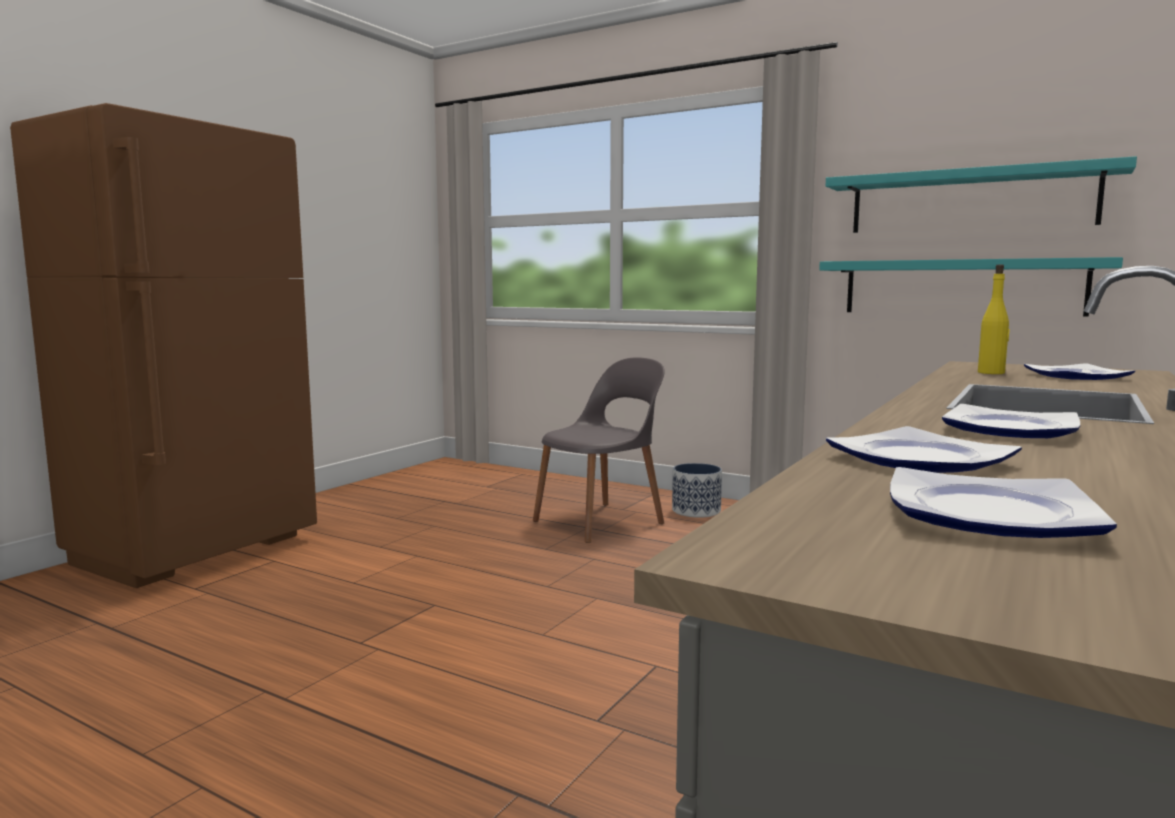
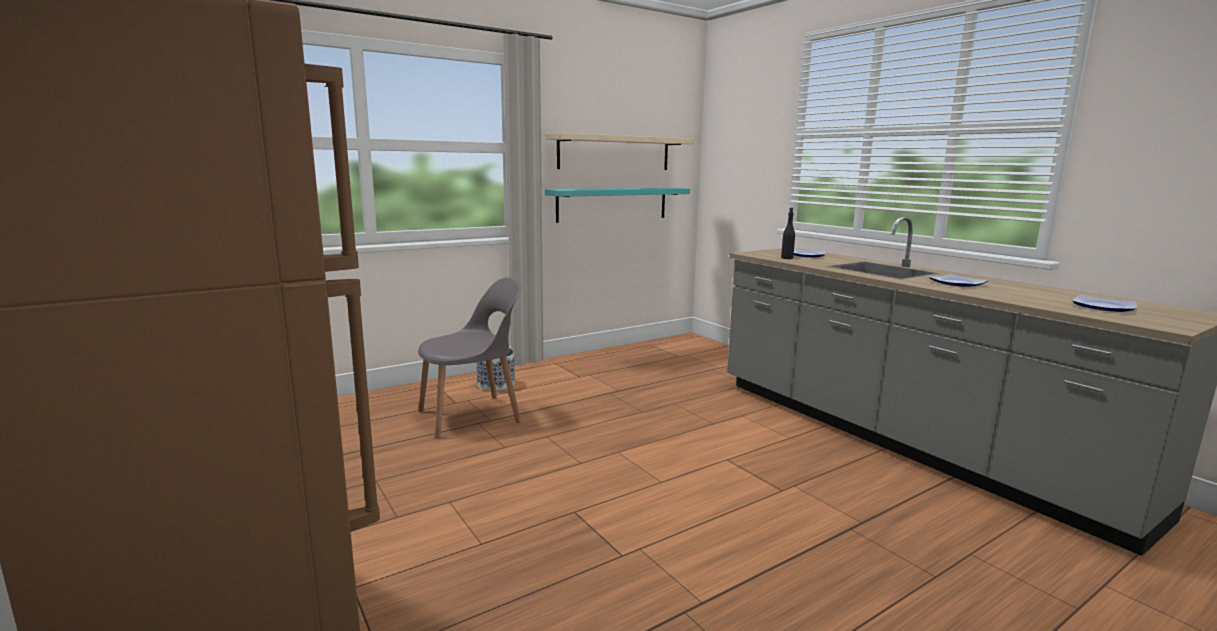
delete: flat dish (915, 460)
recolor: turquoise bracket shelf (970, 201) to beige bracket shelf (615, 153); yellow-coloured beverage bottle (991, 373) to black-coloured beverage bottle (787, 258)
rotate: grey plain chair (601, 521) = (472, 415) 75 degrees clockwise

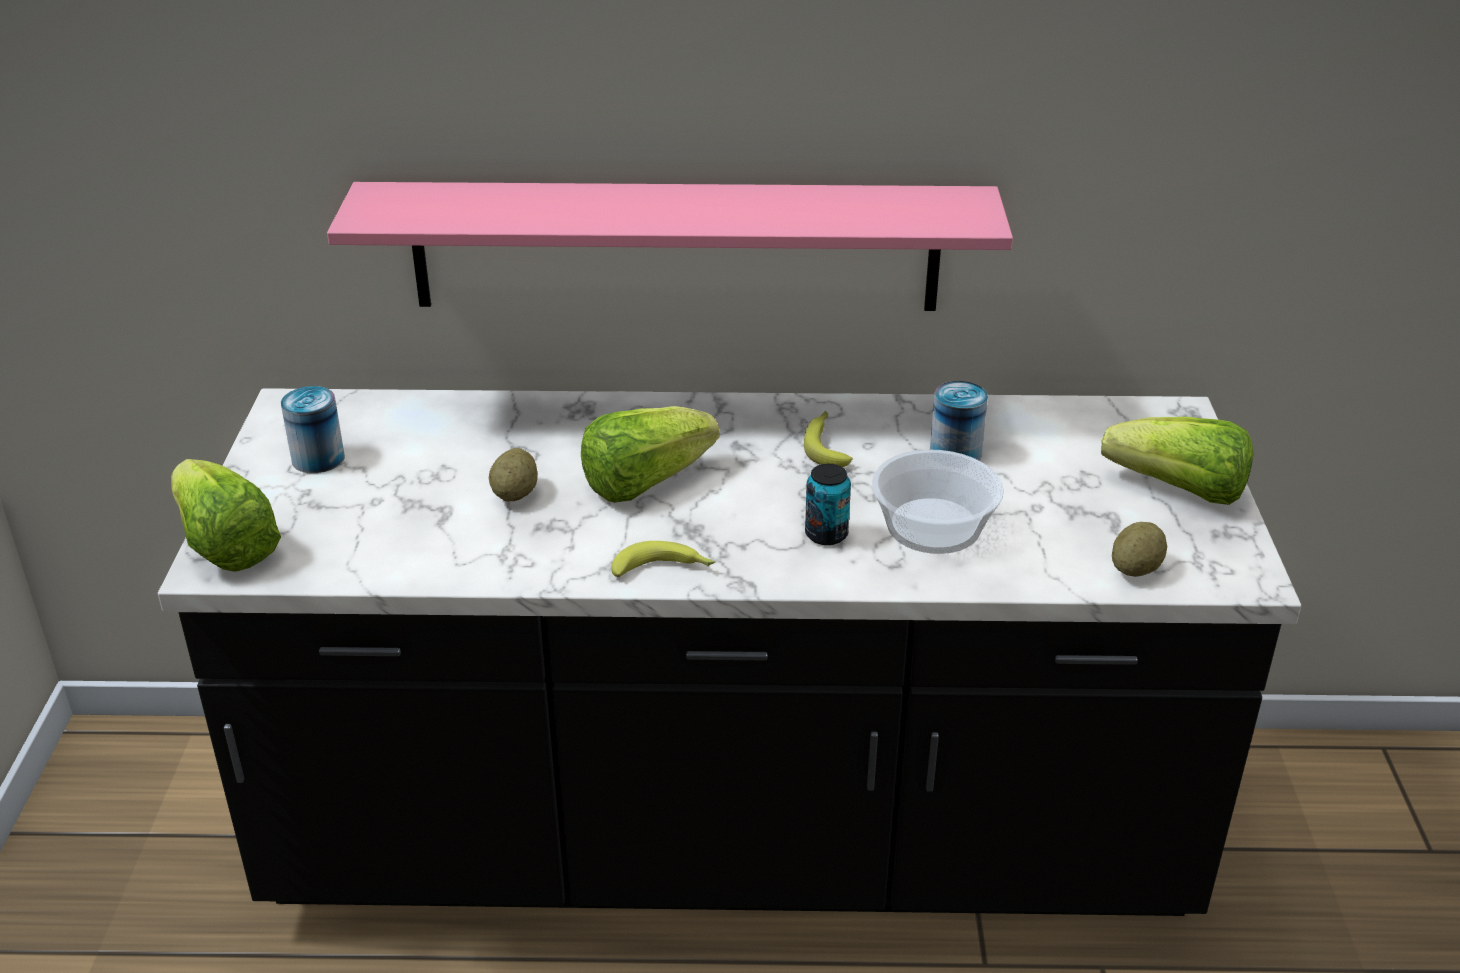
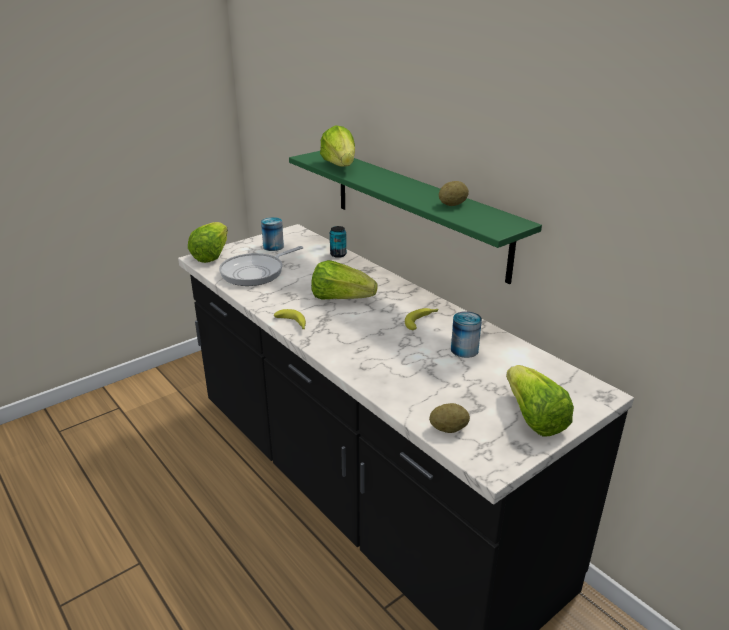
delete: deep dish (935, 525)
insert: pan (256, 272); head of lettuce (340, 166)
move: whole potato (515, 494) to (452, 205); can (826, 534) to (338, 254)
recolor: pink-coloured bracket shelf (675, 246) to green bracket shelf (417, 211)

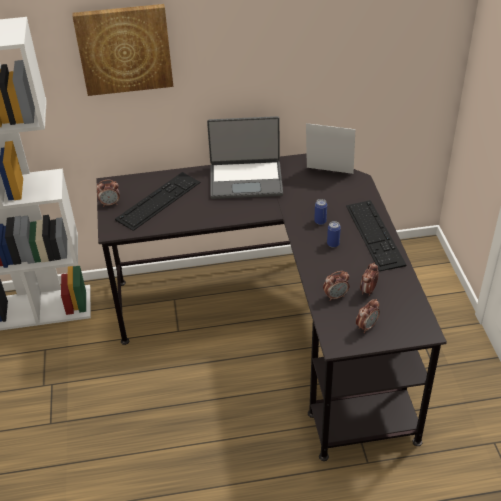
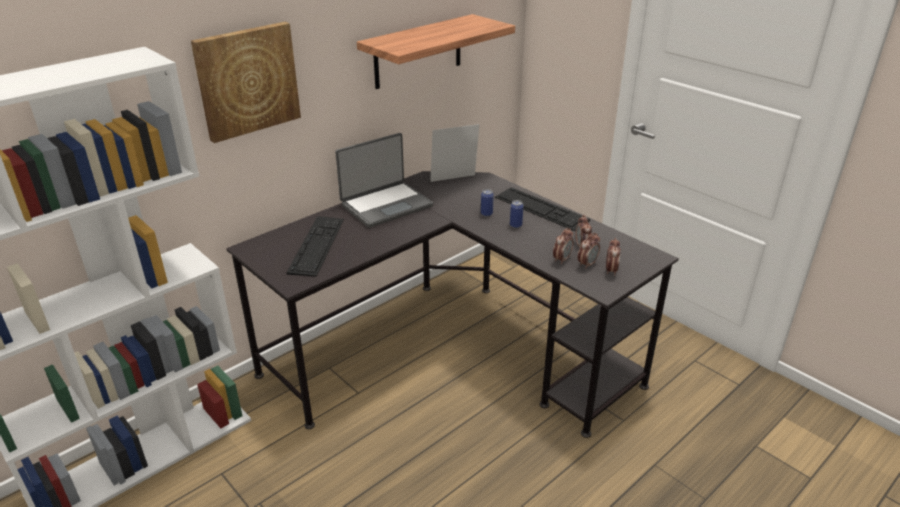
insert: bracket shelf (418, 52)
move: table clock (110, 204) to (587, 264)

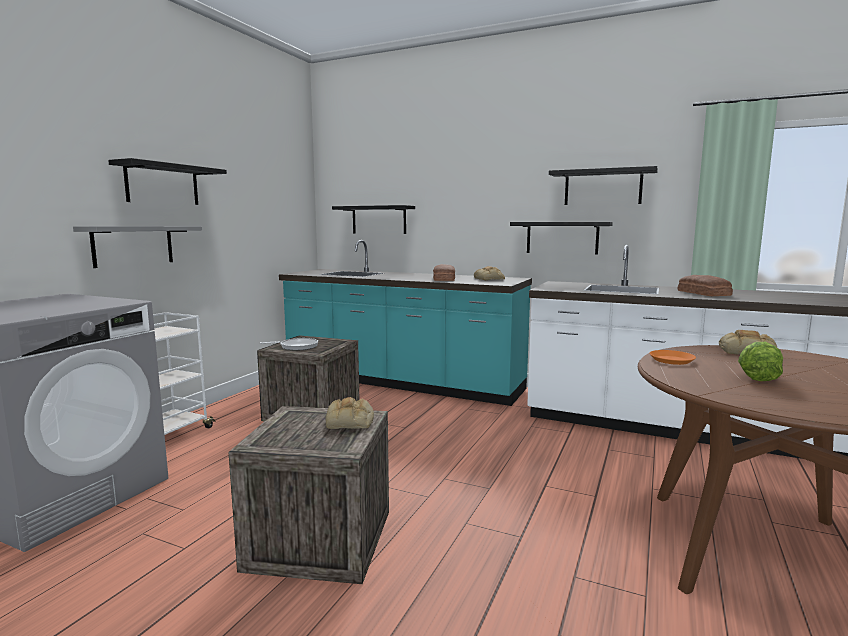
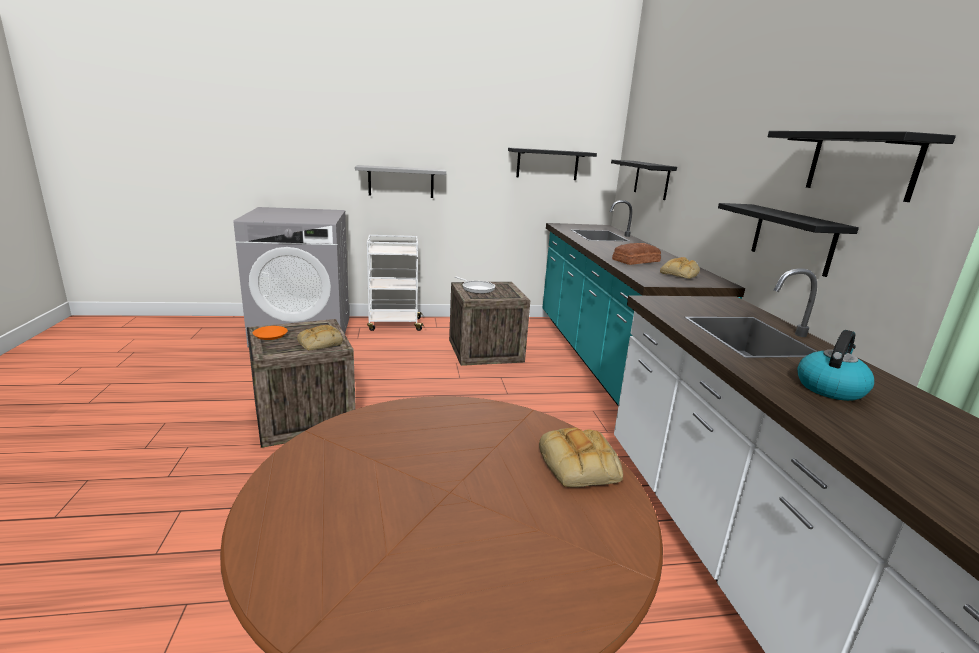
delete: head of lettuce (757, 376)
move: black-coloured bracket shelf (162, 184) to (547, 164); orangey flat dish (672, 360) to (270, 335)
replace: bakery bread (703, 293) to tea kettle (830, 388)

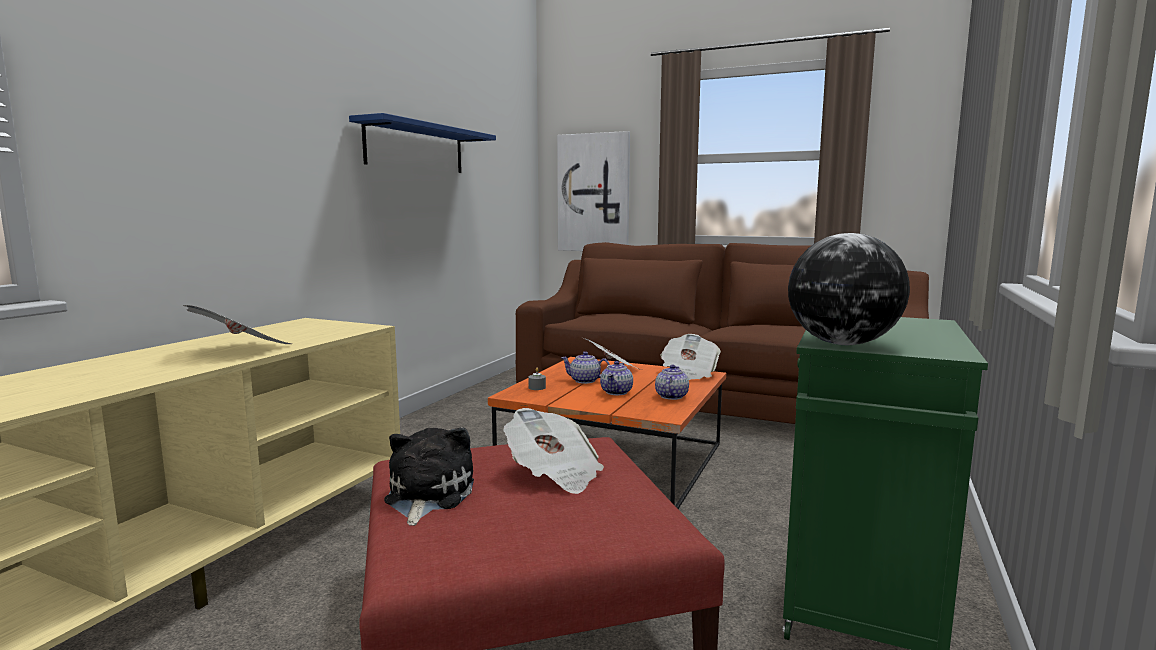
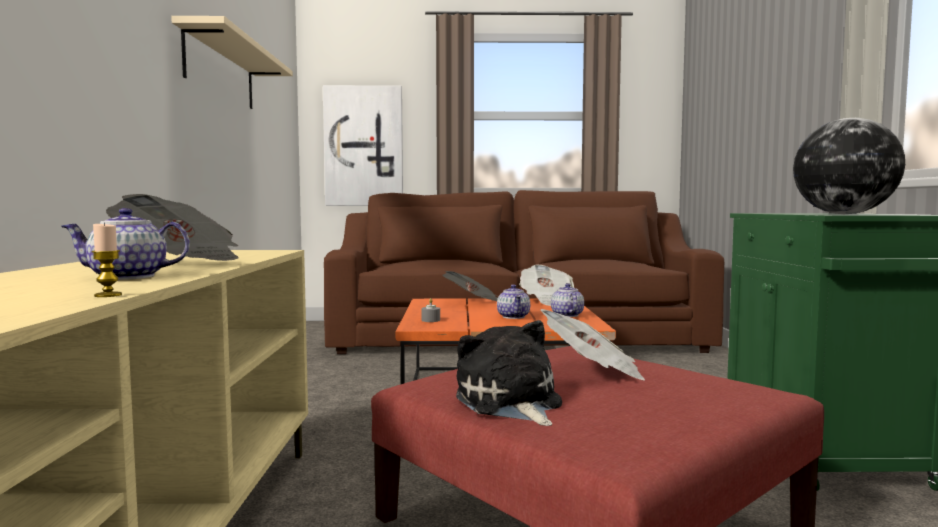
insert: wax candle (108, 295)
move: tea pot (585, 381) to (129, 277)
recolor: bluish bracket shelf (416, 148) to beige bracket shelf (220, 71)

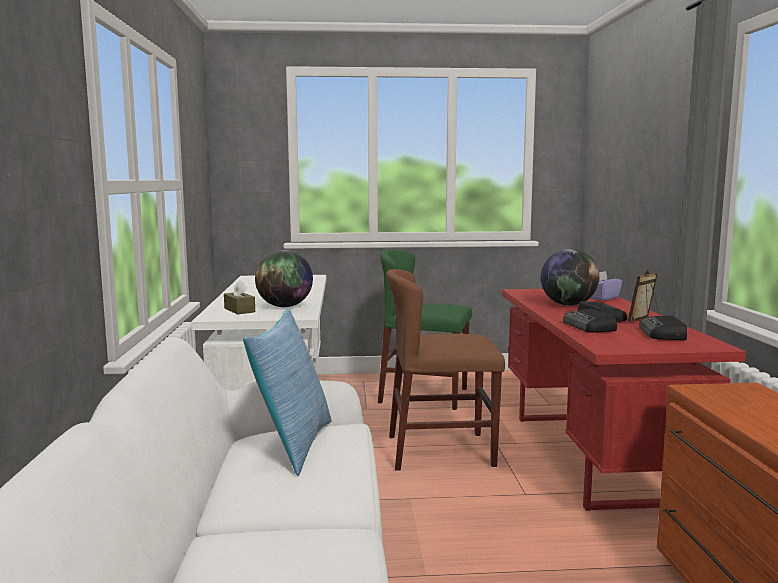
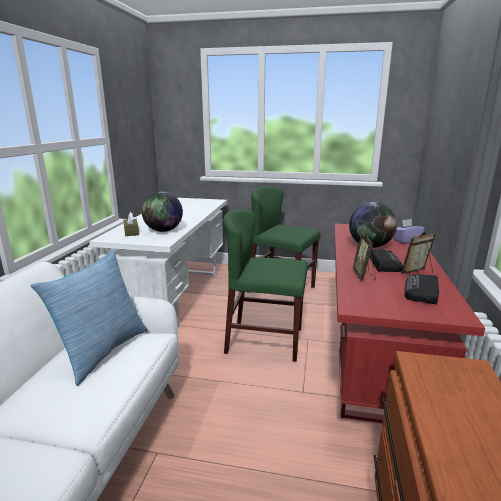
replace: radio receiver (589, 327) to picture frame (363, 276)
recolor: brownish plain chair (440, 451) to green plain chair (264, 340)

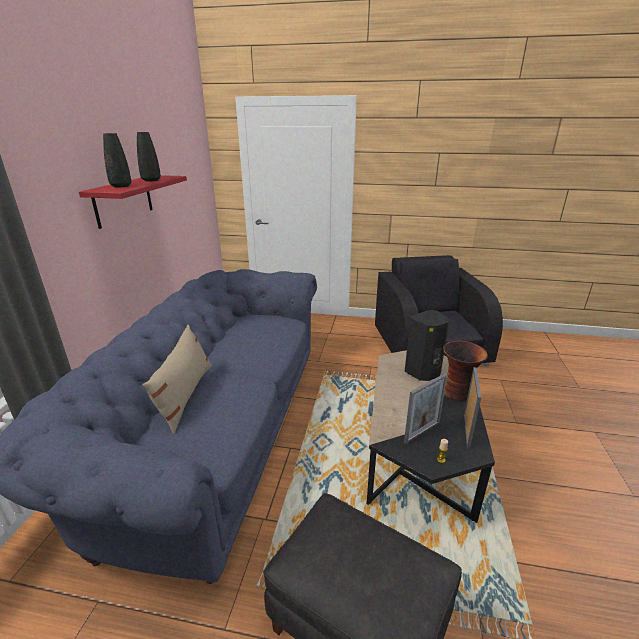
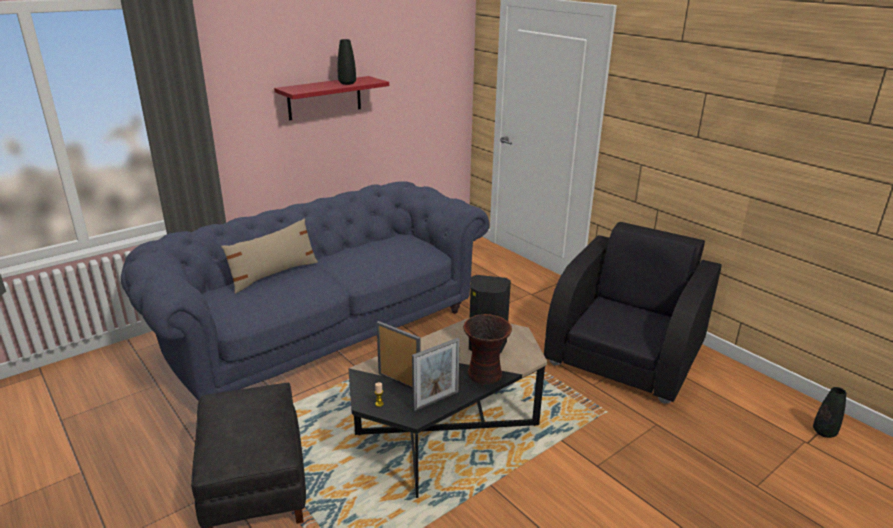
move: black-coloured decorative vase (121, 186) to (824, 432)
rotate: picture frame (422, 432) = (399, 382) 150 degrees counterclockwise

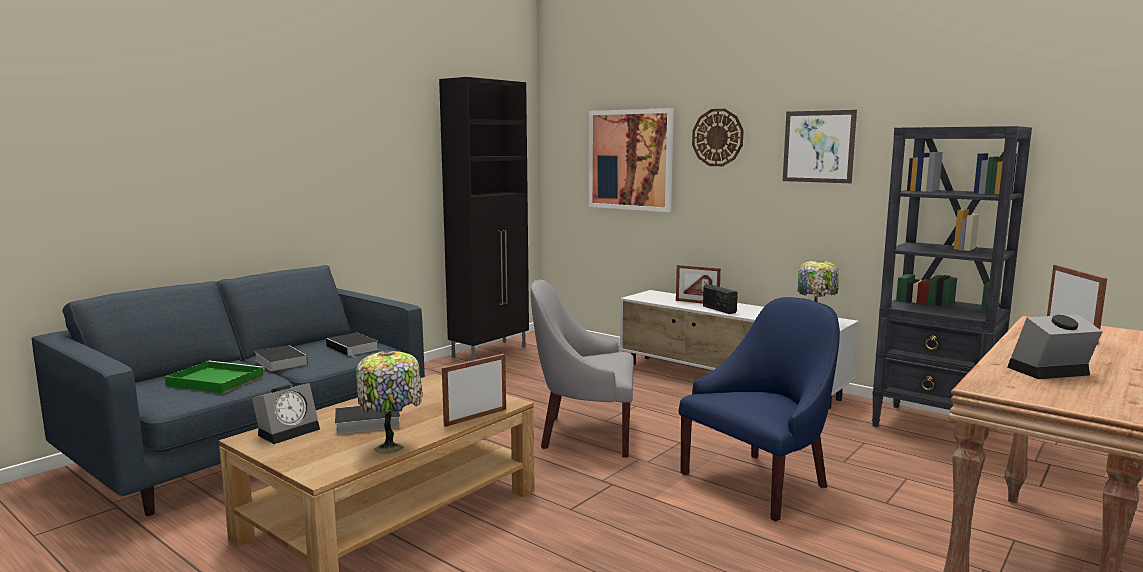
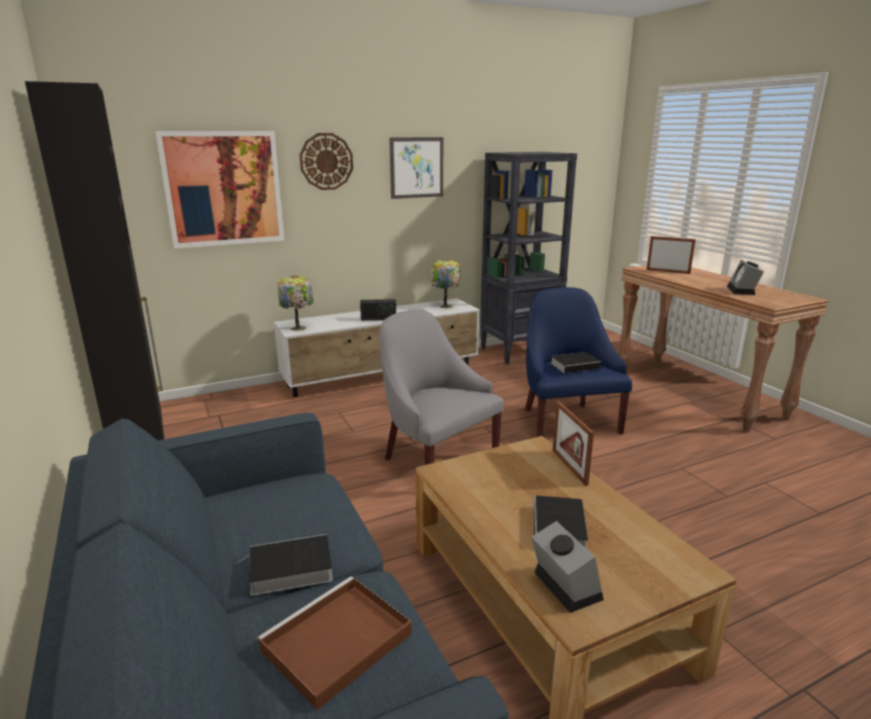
delete: picture frame (697, 302)
move: volume (353, 348) to (576, 365); lamp for a table (391, 447) to (299, 328)
recolor: green serving tray (214, 380) to brownish serving tray (335, 644)
rotate: grey lounge chair (585, 434) = (436, 458) 105 degrees clockwise

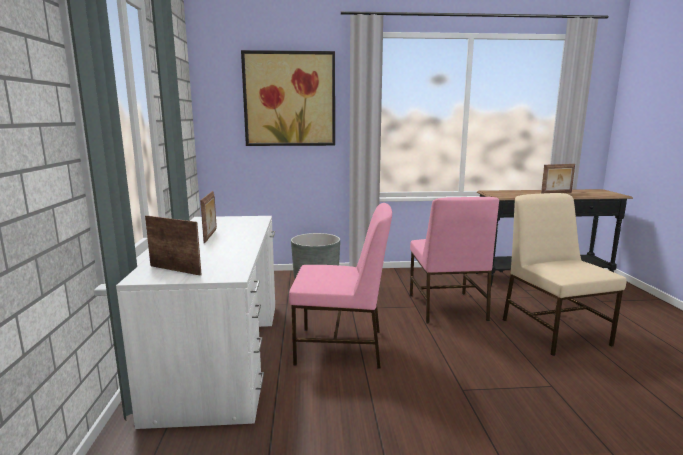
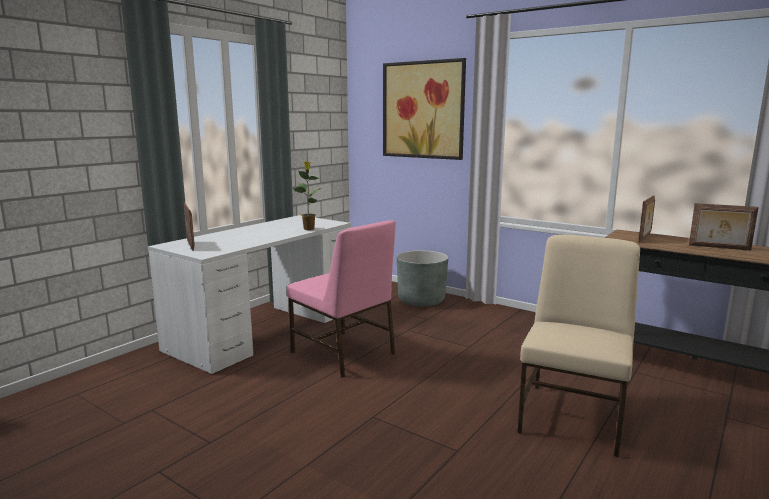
delete: pink-coloured plain chair (446, 308)
insert: plant in a pot (309, 228)
move: picture frame (211, 236) to (645, 238)

